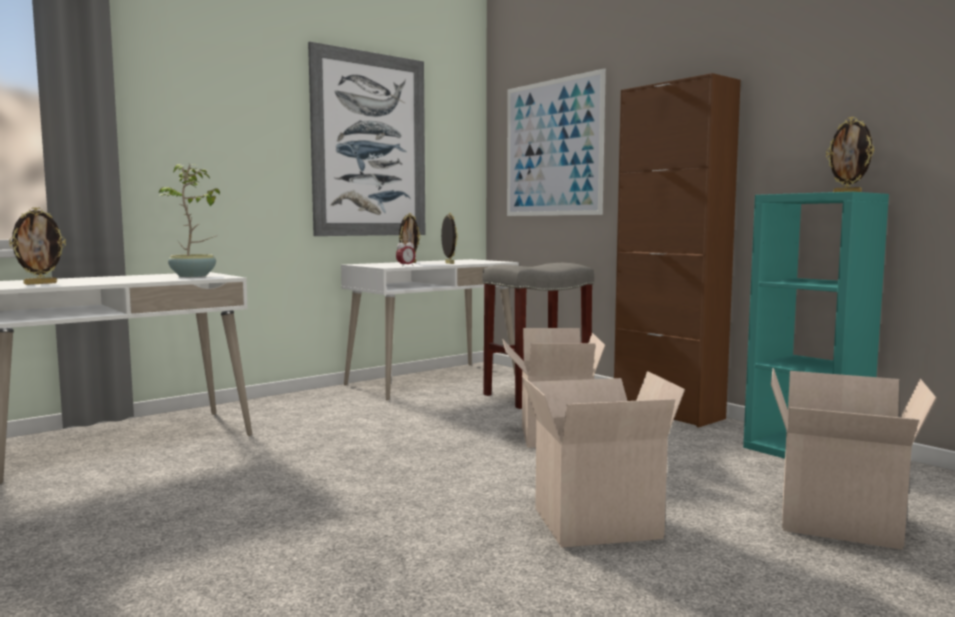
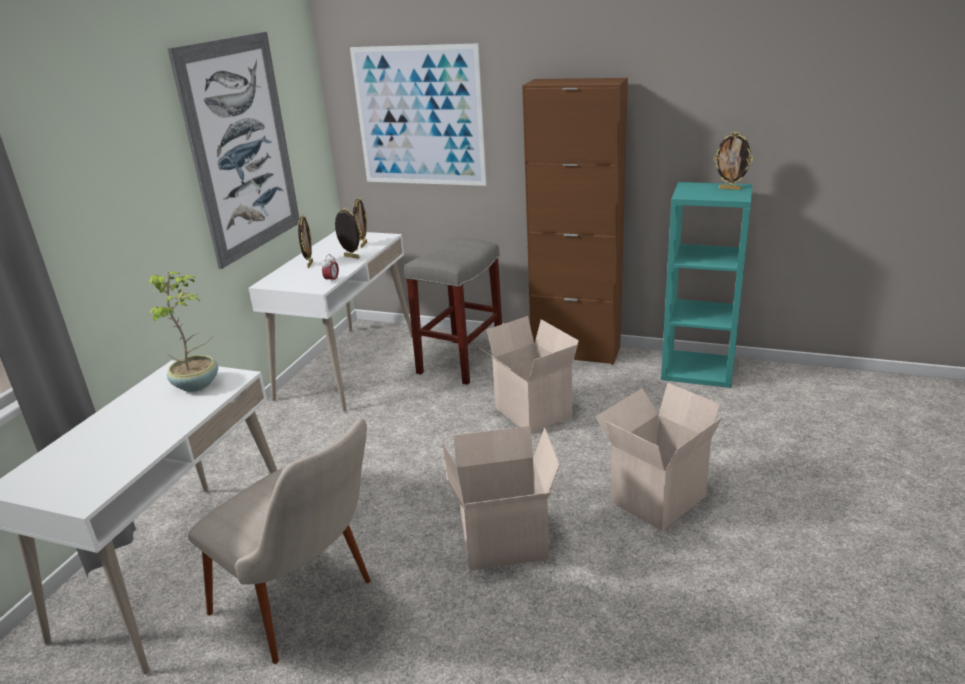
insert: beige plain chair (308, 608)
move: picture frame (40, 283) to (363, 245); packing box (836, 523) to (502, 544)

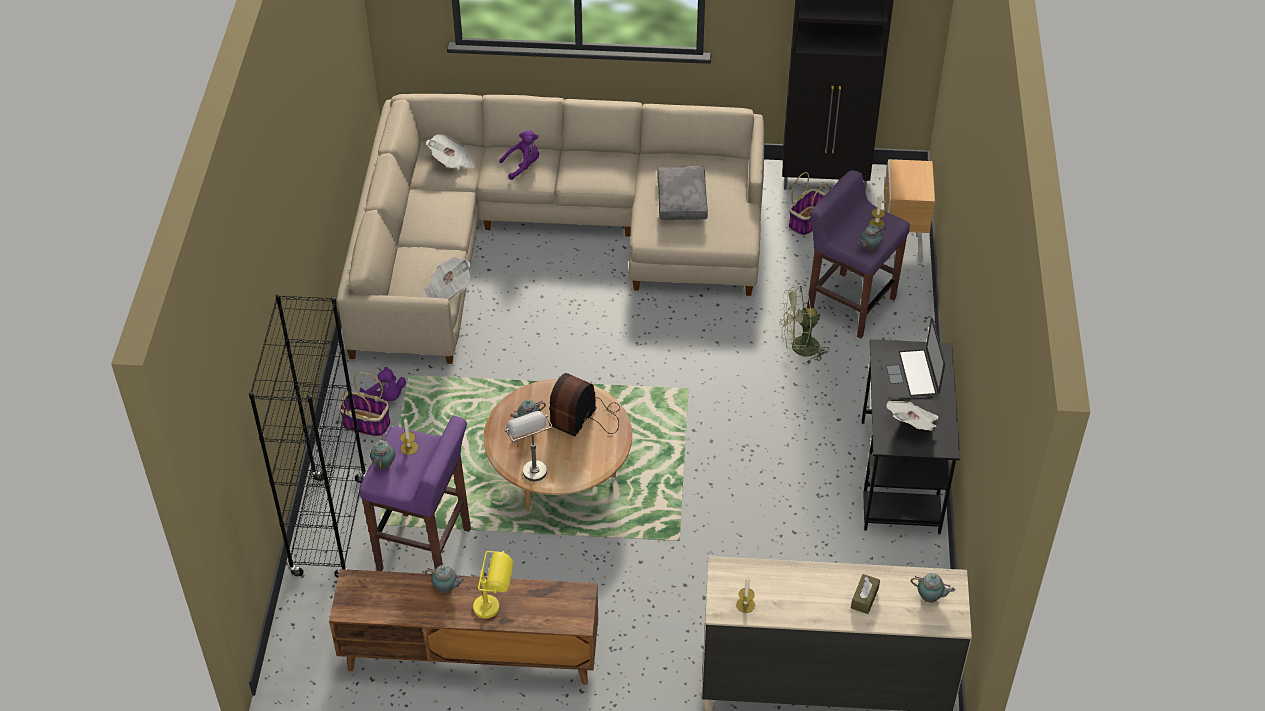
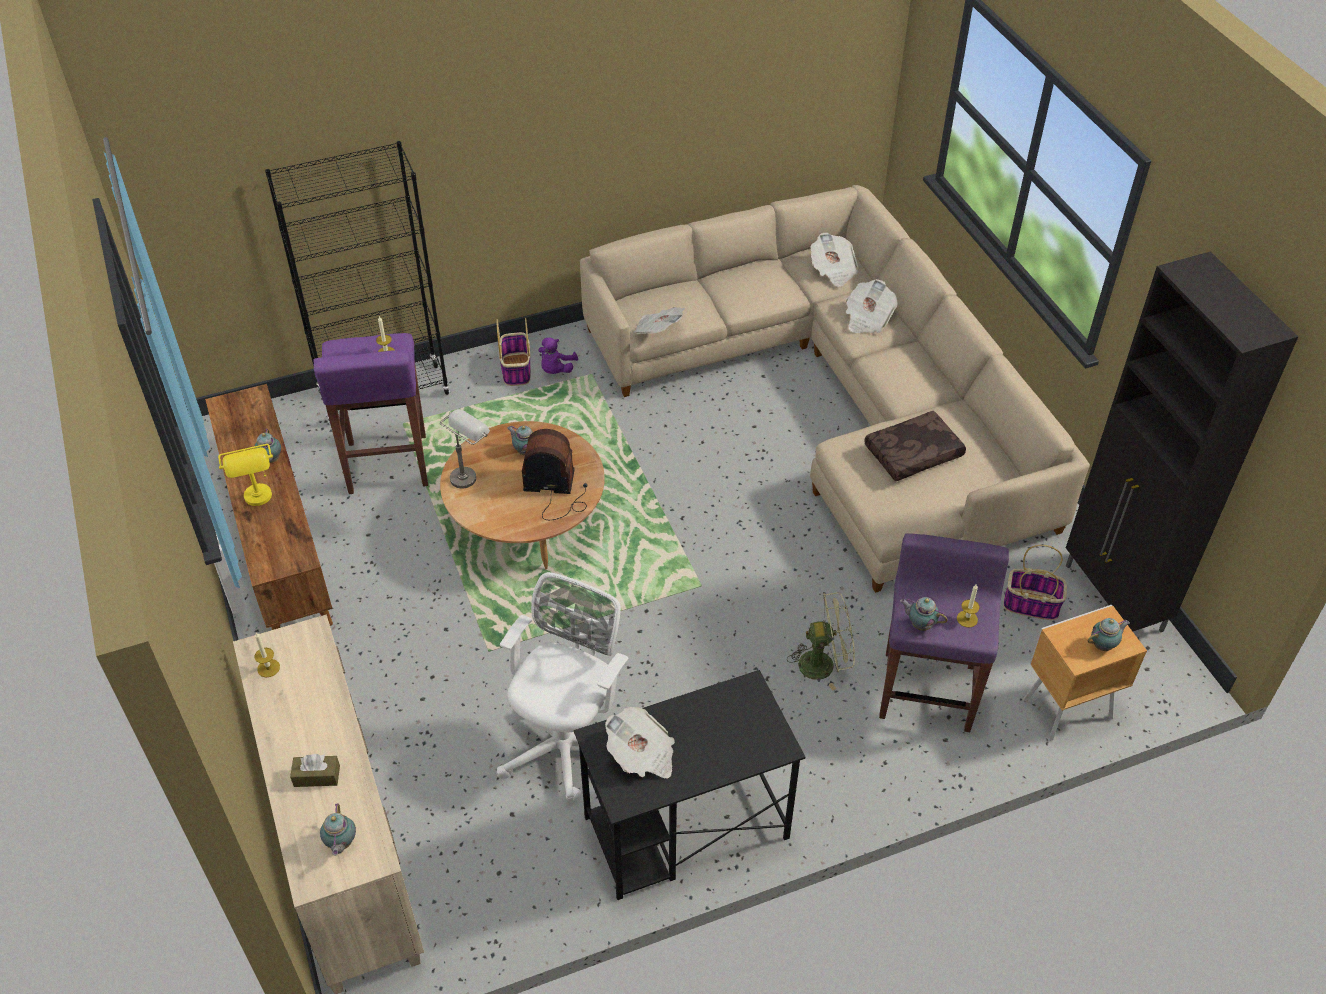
delete: laptop (910, 374)
insert: white desk chair (567, 743)
move: tea pot (384, 463) to (1103, 645)
replace: purplish soft toy (523, 166) to newspaper (867, 319)
recolor: grey cushion (683, 200) to brownish cushion (913, 454)
rotate: green cooling fan (799, 348) = (824, 663) 120 degrees clockwise

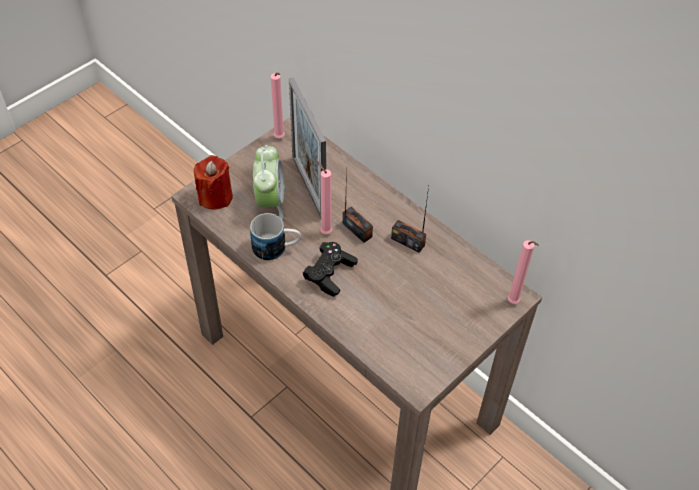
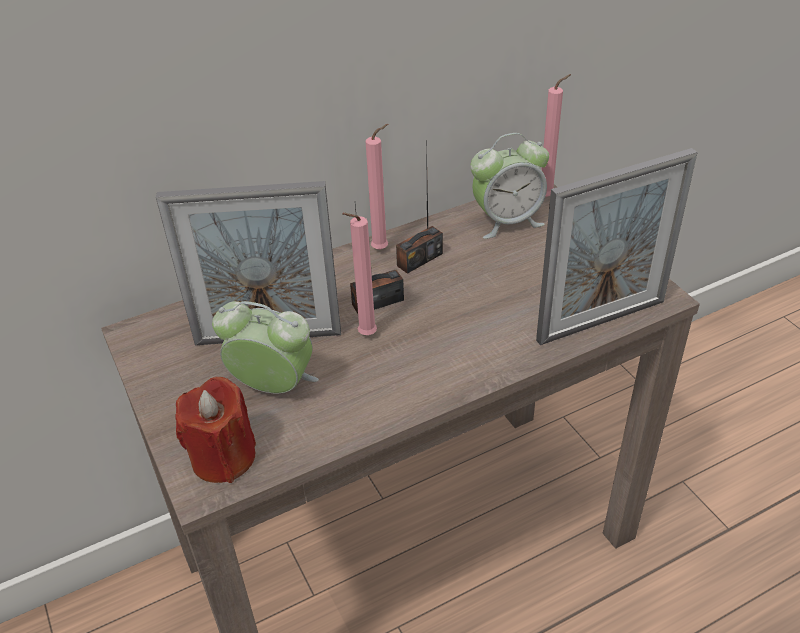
delete: mug (276, 248); black-coloured gamepad (330, 274)
insert: table clock (507, 221); picture frame (601, 321)
move: pink-coloured wax candle (280, 139) to (382, 249)

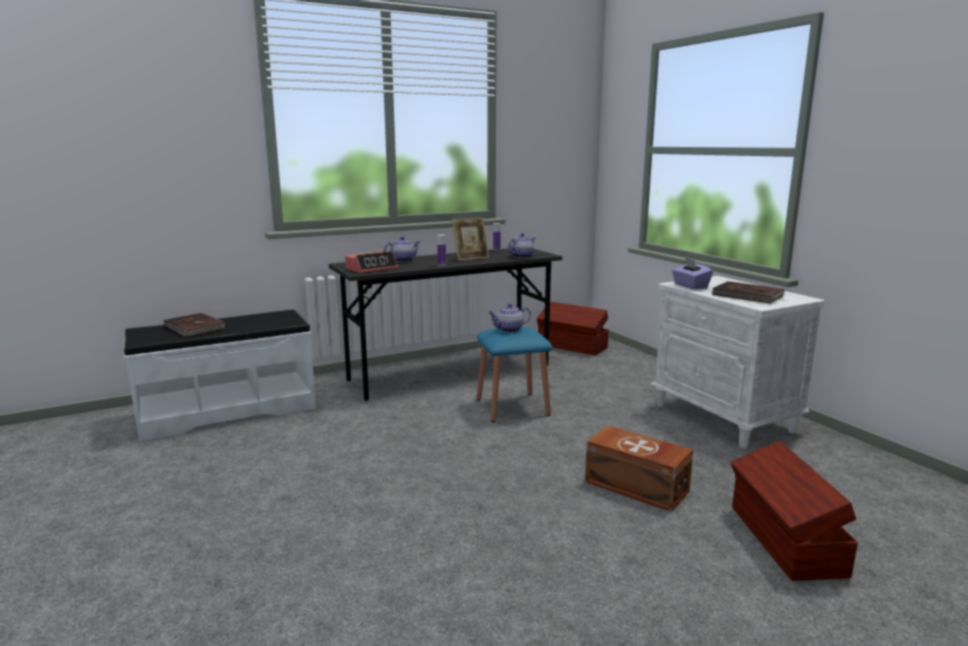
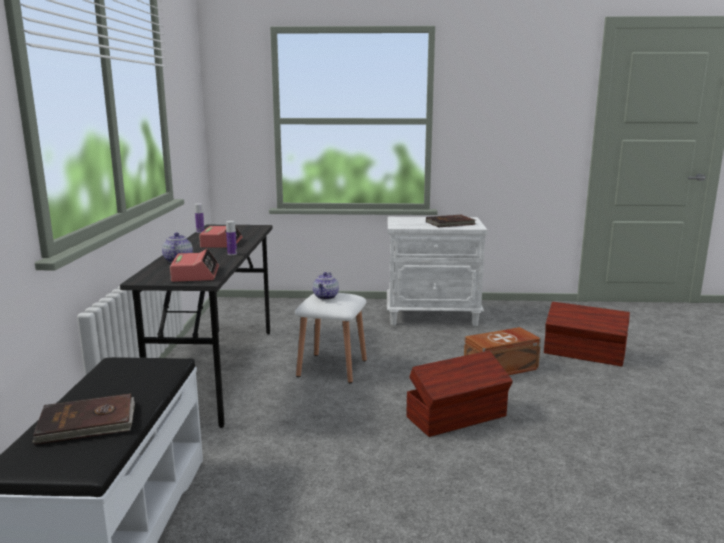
delete: tea pot (521, 256); purplish tissue holder (690, 286)
move: brownish storage box (572, 346) to (458, 417)
replace: picture frame (470, 258) to table clock (221, 243)
recolor: bluish sitting stool (512, 407) to white sitting stool (332, 368)

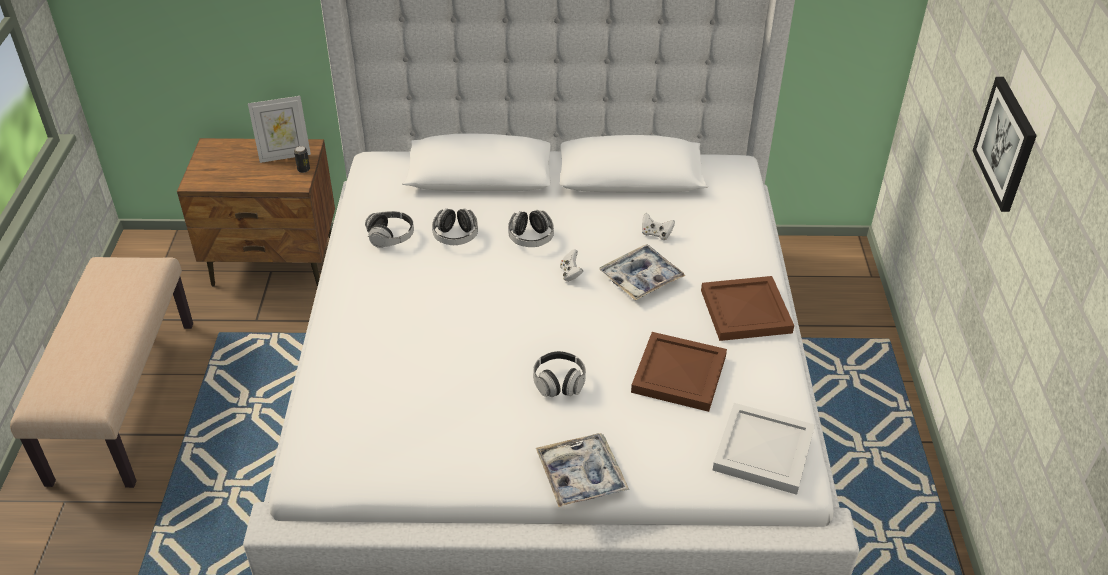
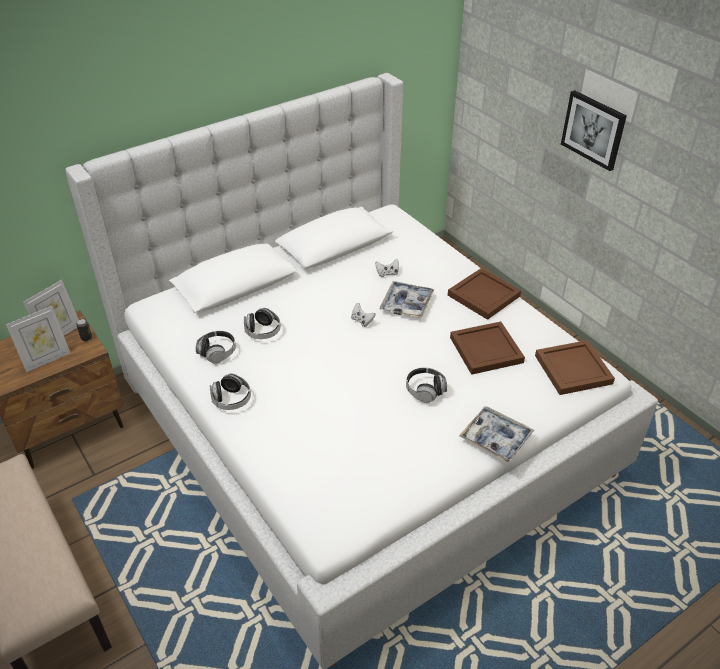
insert: picture frame (46, 360)
move: pair of headphones (531, 238) to (231, 400)
recolor: white serving tray (764, 452) to brownish serving tray (574, 370)

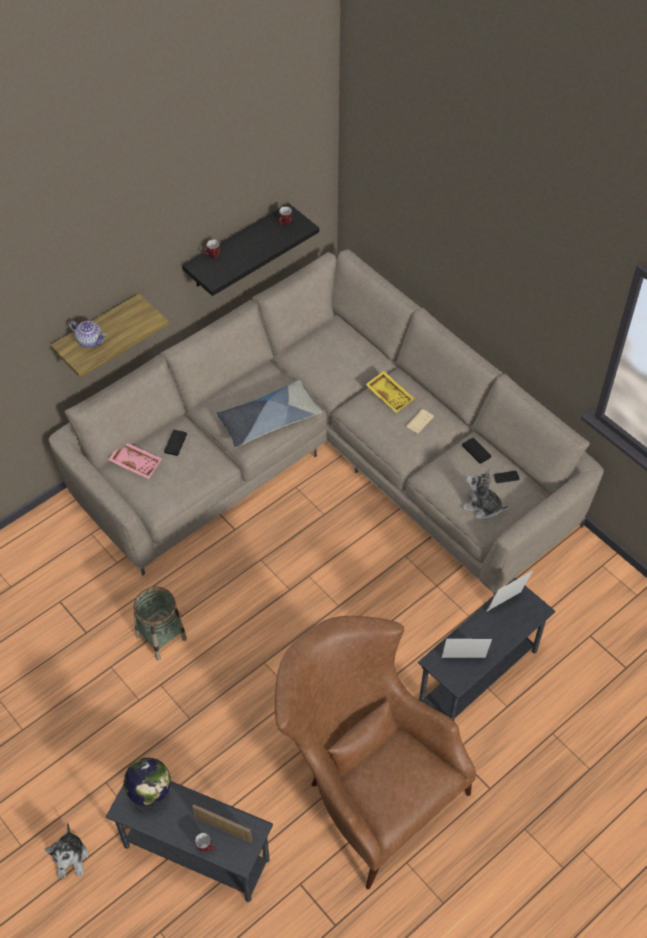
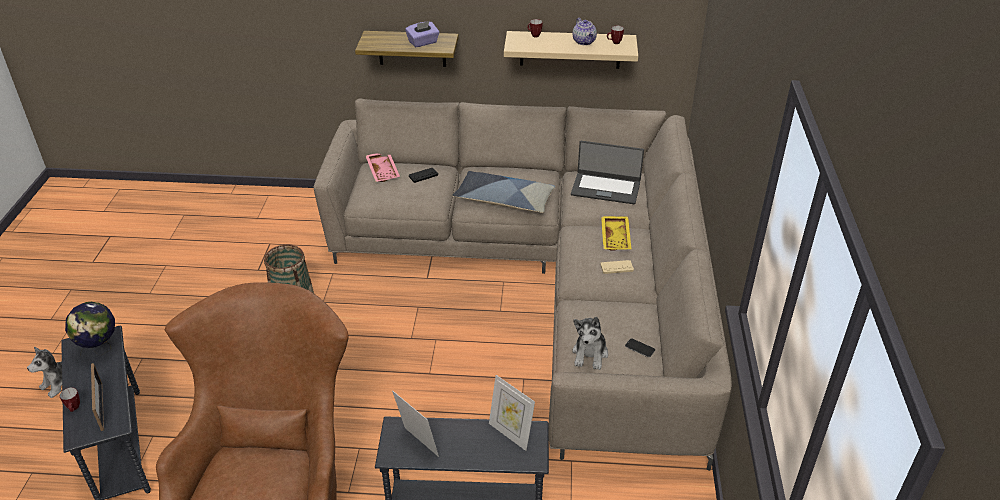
delete: black-coloured gamepad (476, 451)
insert: purplish tissue holder (423, 42); laptop (606, 188)
move: tea pot (90, 341) to (584, 42)
recolor: black-coloured bracket shelf (237, 247) to beige bracket shelf (570, 49)
rotate: soft toy (482, 507) = (590, 354) 150 degrees counterclockwise; picture frame (506, 605) = (510, 434) 150 degrees counterclockwise

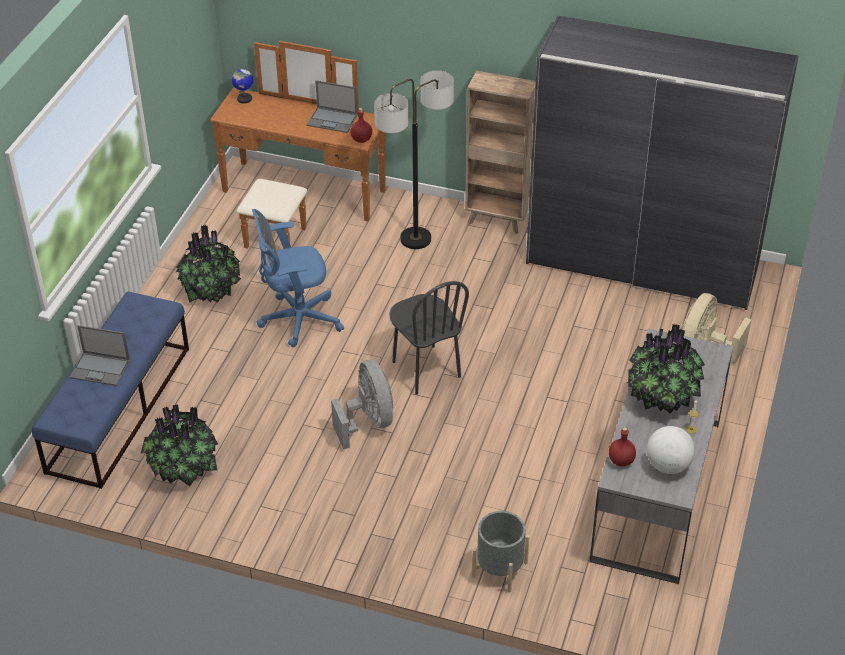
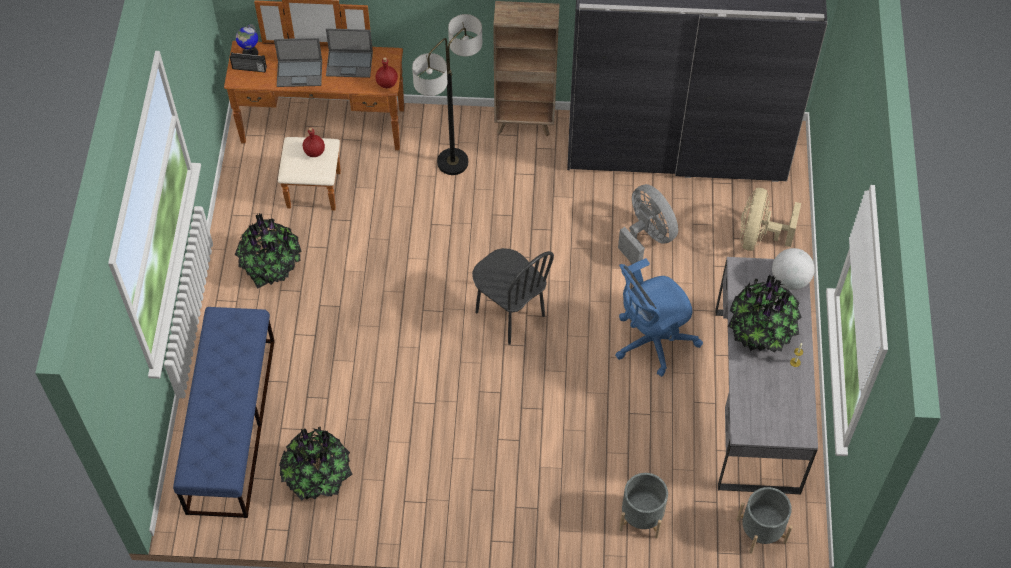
insert: radio receiver (249, 68); grey planter (761, 531)
move: laptop (101, 369) to (300, 73); bluish desk chair (296, 320) to (650, 342); grey cooling fan (368, 422) to (647, 237); red beverage bottle (620, 461) to (314, 152); world globe (668, 465) to (789, 280)

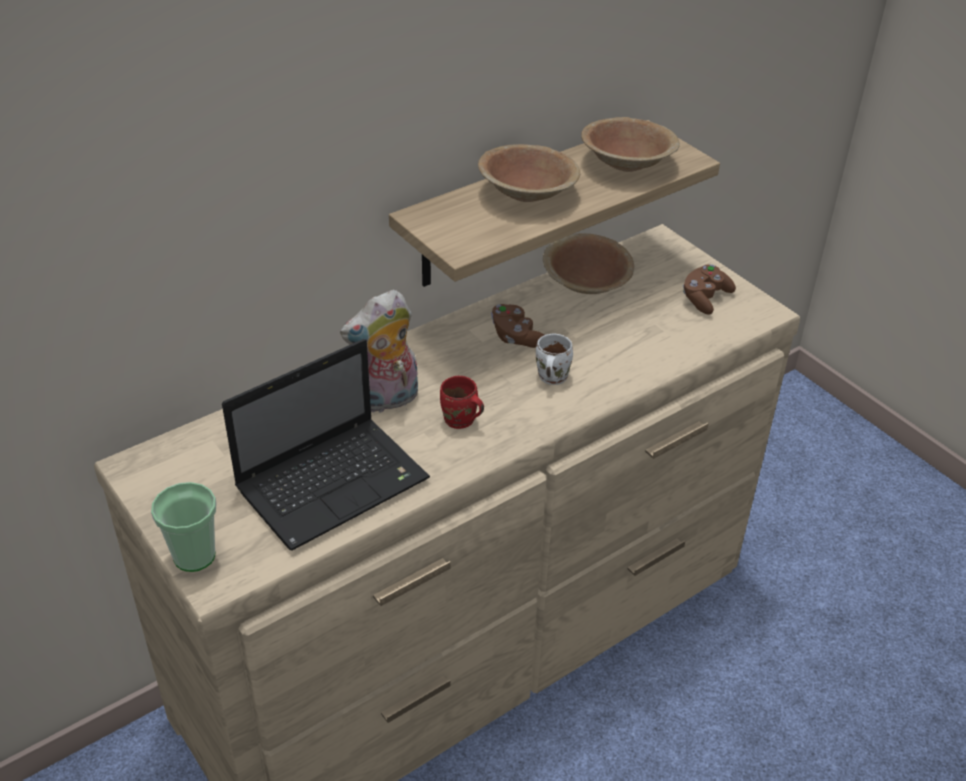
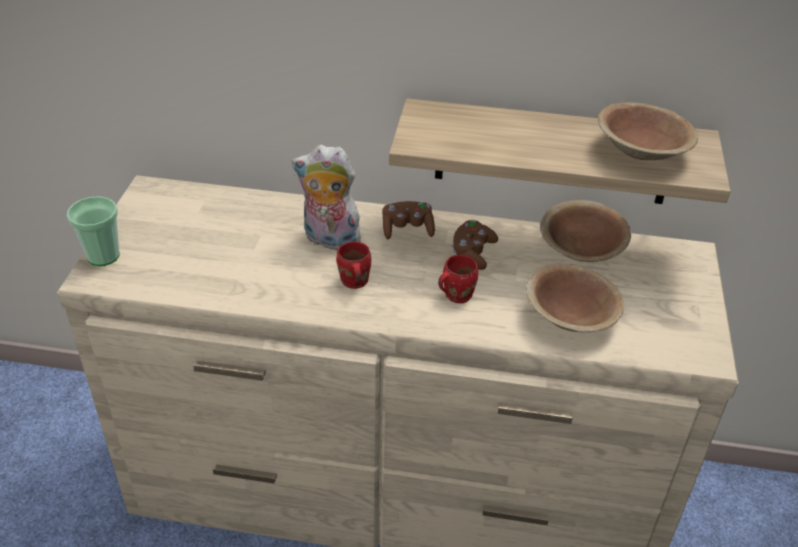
delete: laptop (335, 482)
move: brownish deep dish (527, 193) to (570, 317); brownish gamepad (705, 298) to (407, 229)
recolor: white mug (550, 377) to red mug (455, 294)

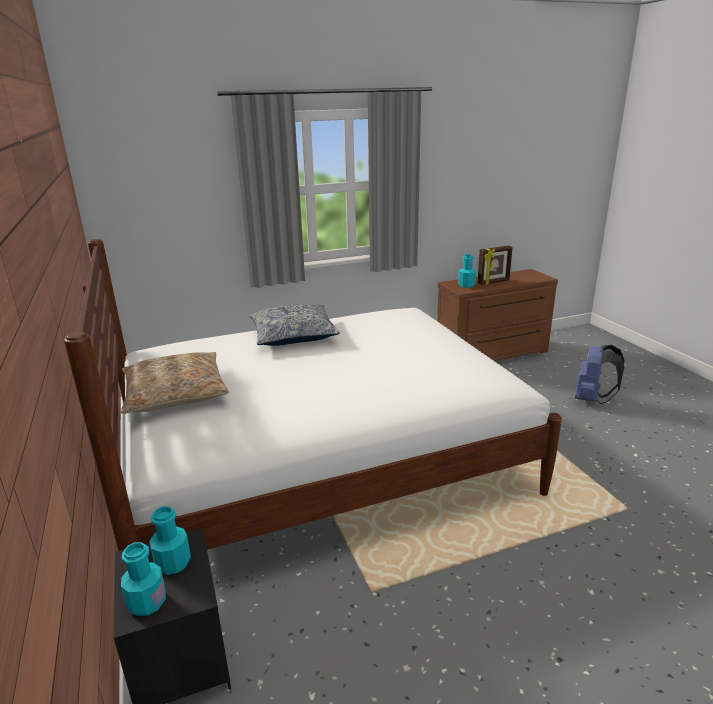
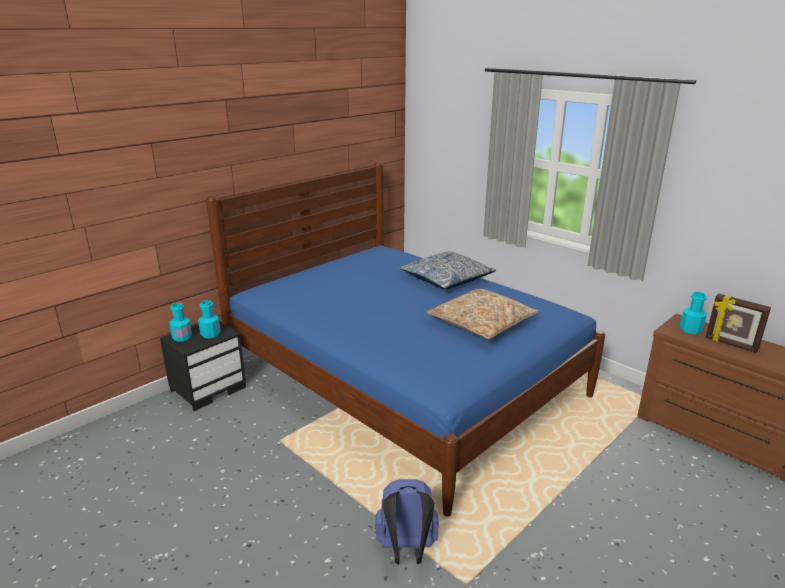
move: beige cushion (175, 393) to (481, 323); bluish backpack (591, 399) to (406, 550)
recolor: white bed (321, 462) to bluish bed (404, 382)

